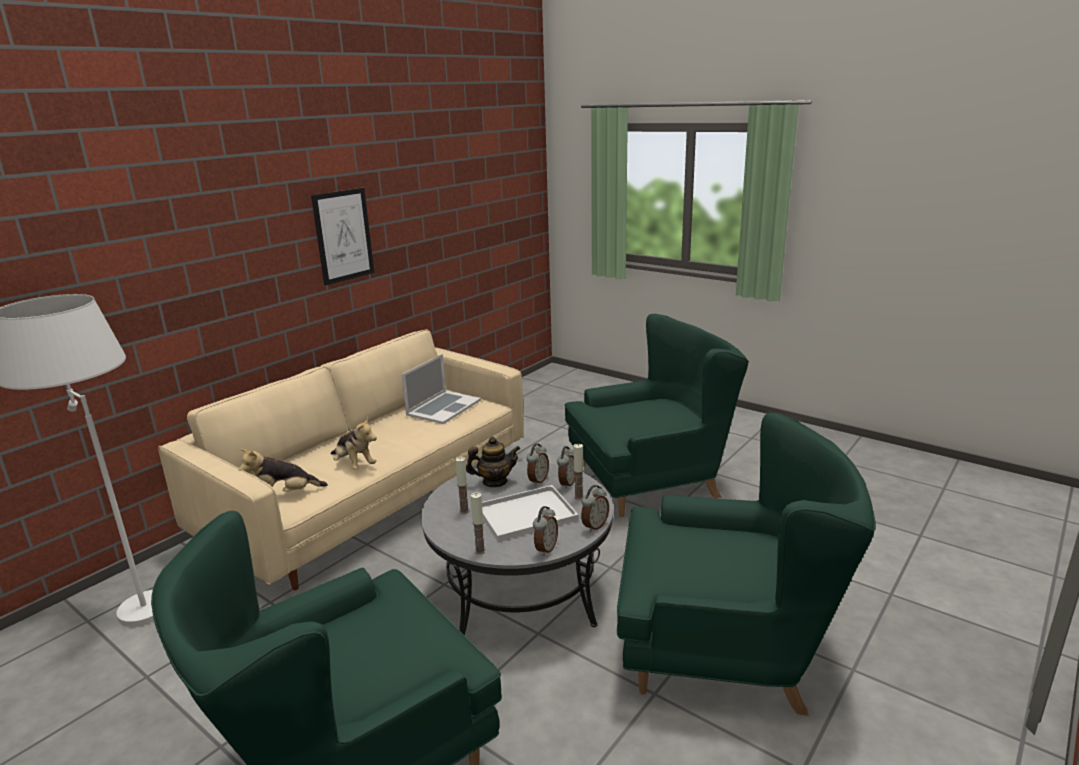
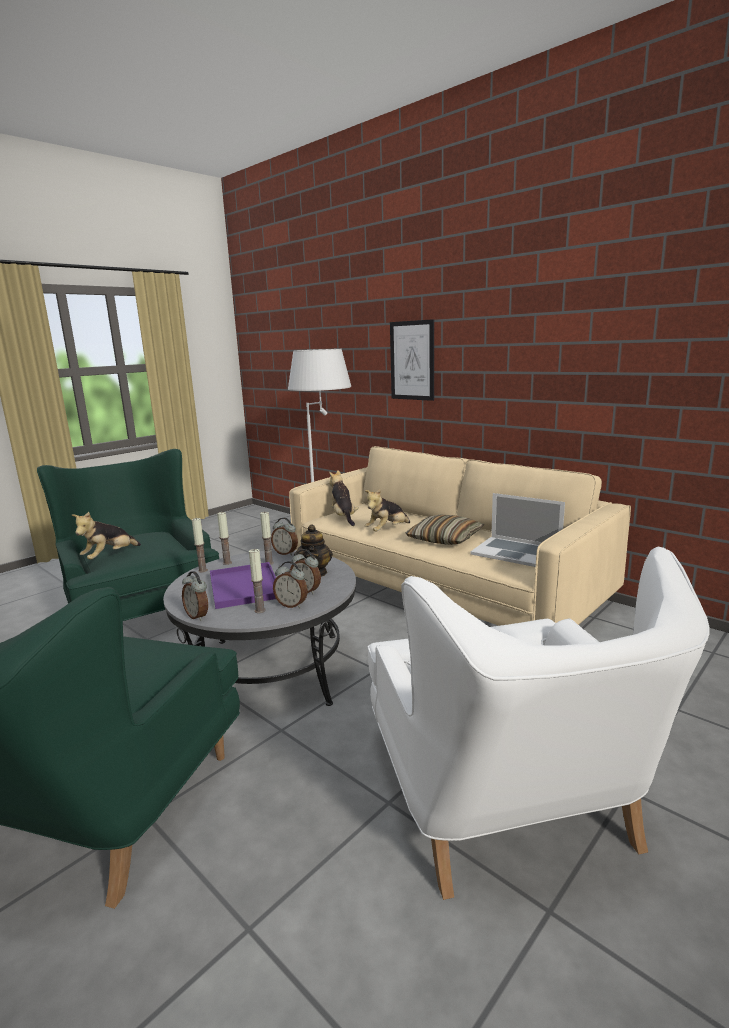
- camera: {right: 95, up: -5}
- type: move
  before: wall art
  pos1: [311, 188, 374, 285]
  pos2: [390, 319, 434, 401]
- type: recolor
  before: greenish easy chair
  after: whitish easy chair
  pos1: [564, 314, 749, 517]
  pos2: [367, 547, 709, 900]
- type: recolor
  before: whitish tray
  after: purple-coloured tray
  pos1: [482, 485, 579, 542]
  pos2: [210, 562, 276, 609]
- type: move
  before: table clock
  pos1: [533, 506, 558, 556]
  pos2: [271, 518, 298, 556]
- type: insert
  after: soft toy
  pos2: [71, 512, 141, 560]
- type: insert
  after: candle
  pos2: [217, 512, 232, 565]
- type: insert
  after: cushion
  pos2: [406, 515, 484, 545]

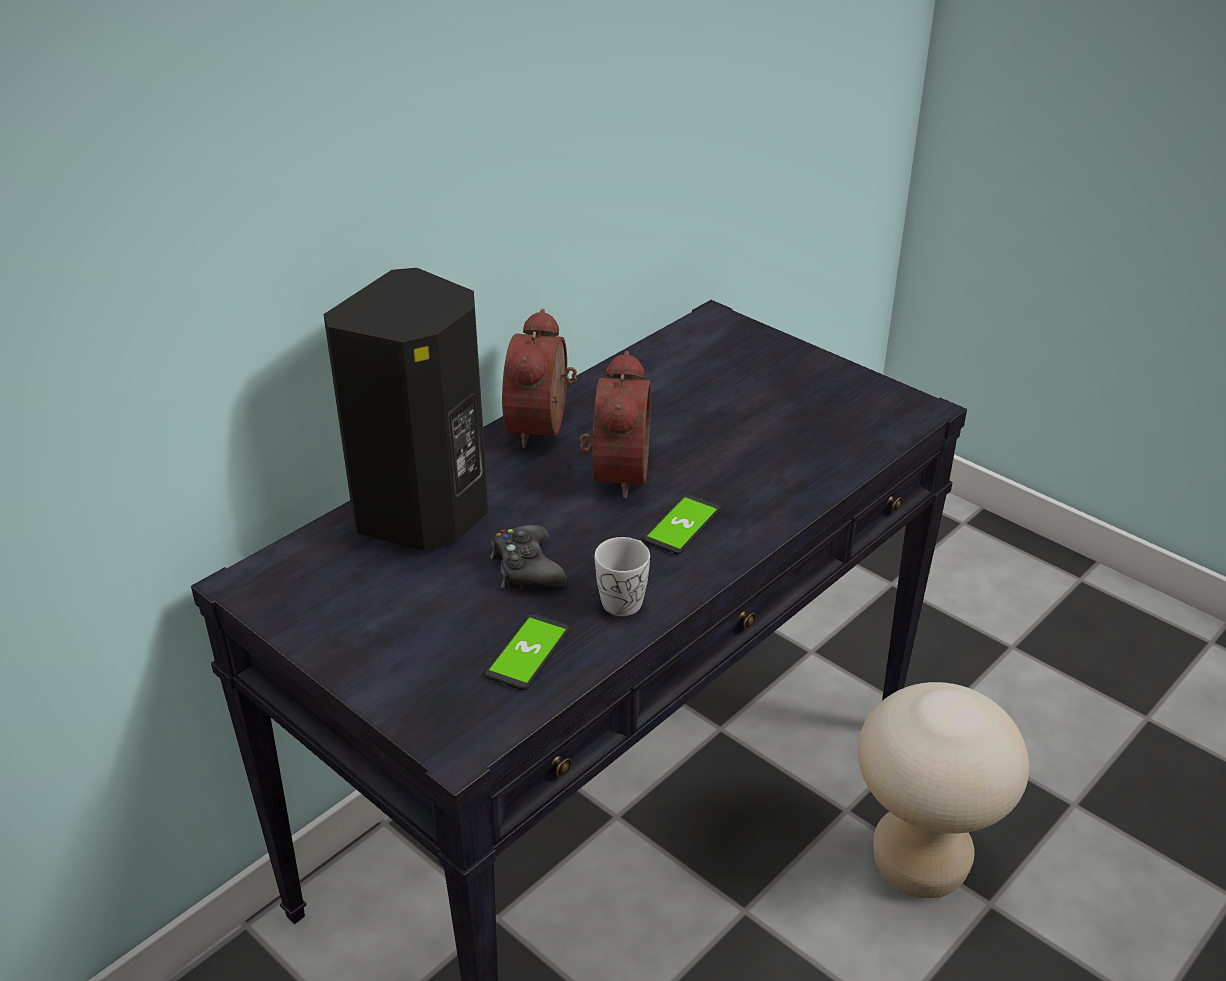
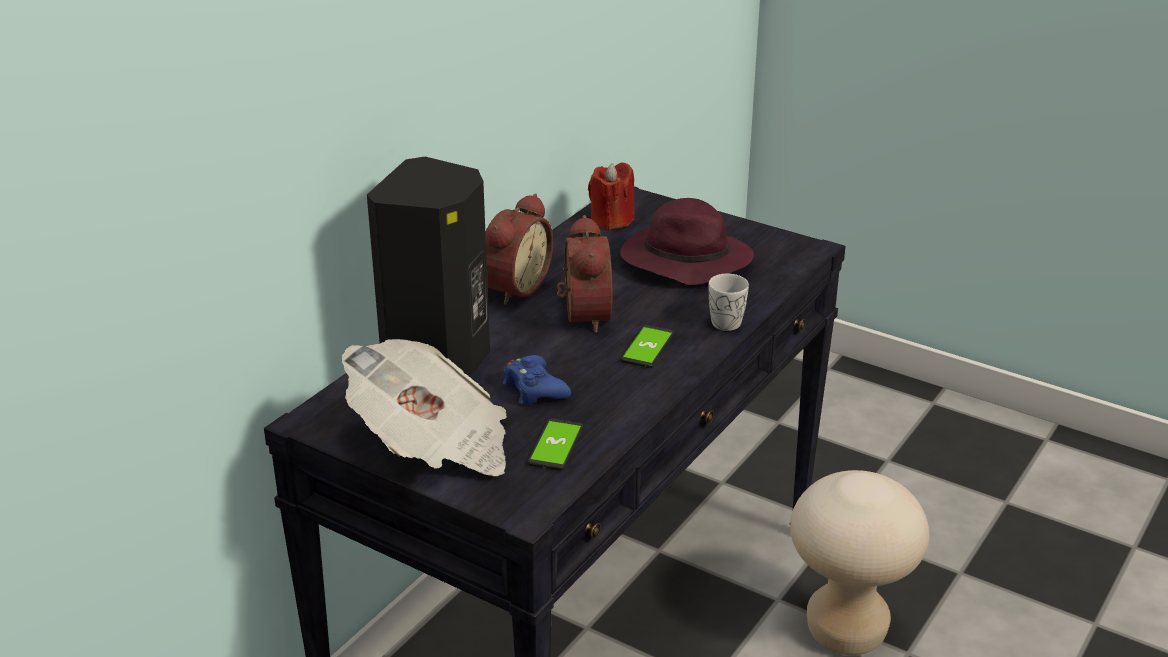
- camera: {right: -10, up: -5}
- type: rotate
  before: table clock
  pos1: [502, 309, 577, 448]
  pos2: [485, 193, 553, 305]
  turn: -150
- type: recolor
  before: black game controller
  after: bluish game controller
  pos1: [490, 525, 567, 590]
  pos2: [503, 355, 571, 405]
- type: move
  before: whitish tea mug
  pos1: [594, 537, 650, 616]
  pos2: [708, 274, 749, 331]
- type: insert
  after: red candle
  pos2: [588, 163, 634, 230]
- type: insert
  after: purple-coloured wearable hat
  pos2: [620, 198, 754, 285]
- type: insert
  after: printed paper
  pos2: [341, 339, 507, 476]

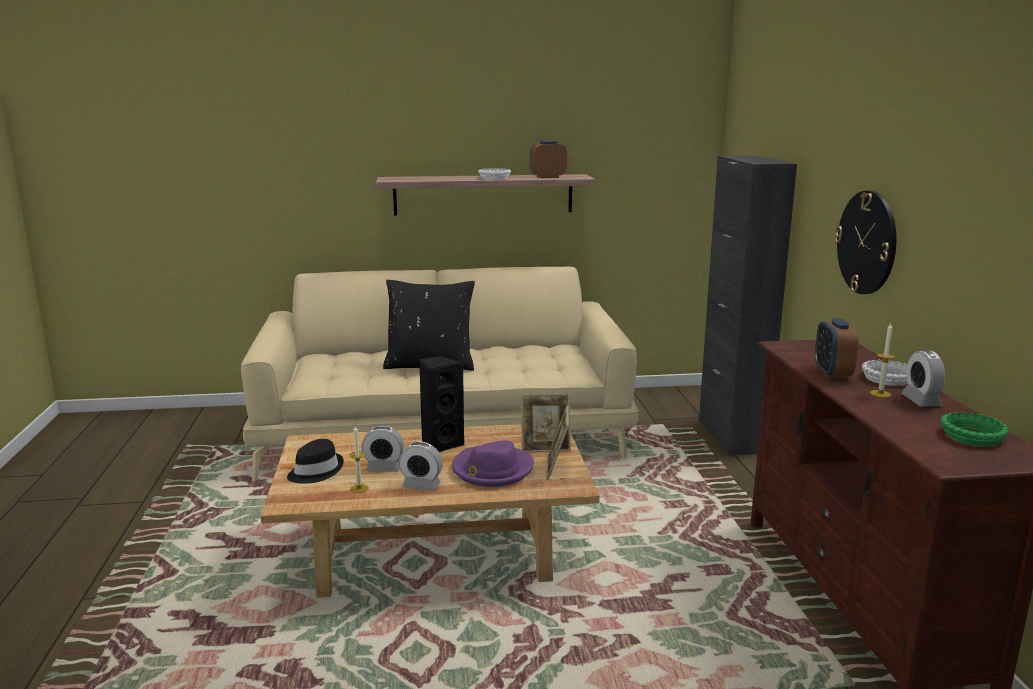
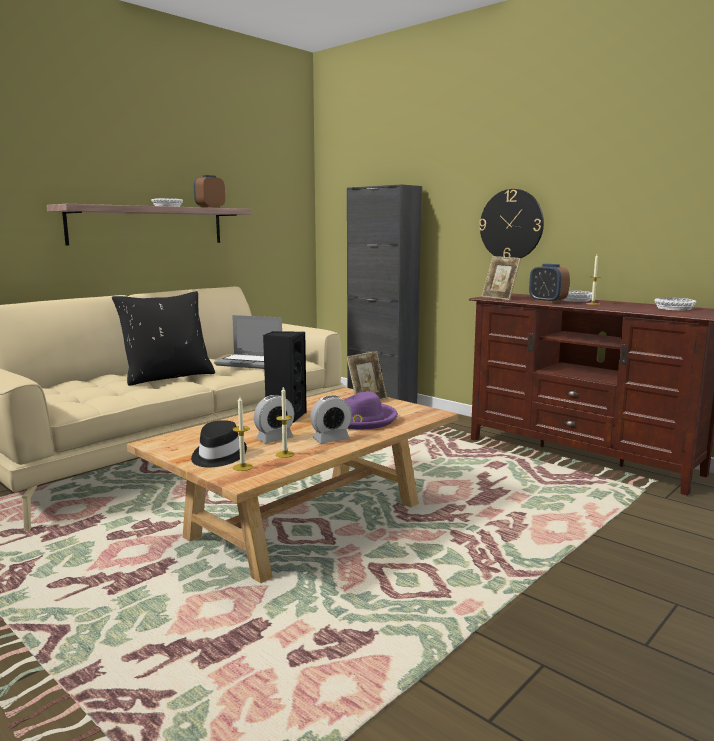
- camera: {right: -40, up: -5}
- type: delete
  before: table clock
  pos1: [901, 350, 945, 406]
- type: move
  before: photo frame
  pos1: [546, 405, 569, 480]
  pos2: [481, 256, 521, 300]
- type: recolor
  before: greenish deep dish
  after: whitish deep dish
  pos1: [940, 412, 1009, 446]
  pos2: [654, 298, 696, 310]
- type: insert
  after: notebook computer
  pos2: [214, 315, 282, 369]
- type: insert
  after: candle
  pos2: [233, 396, 253, 471]

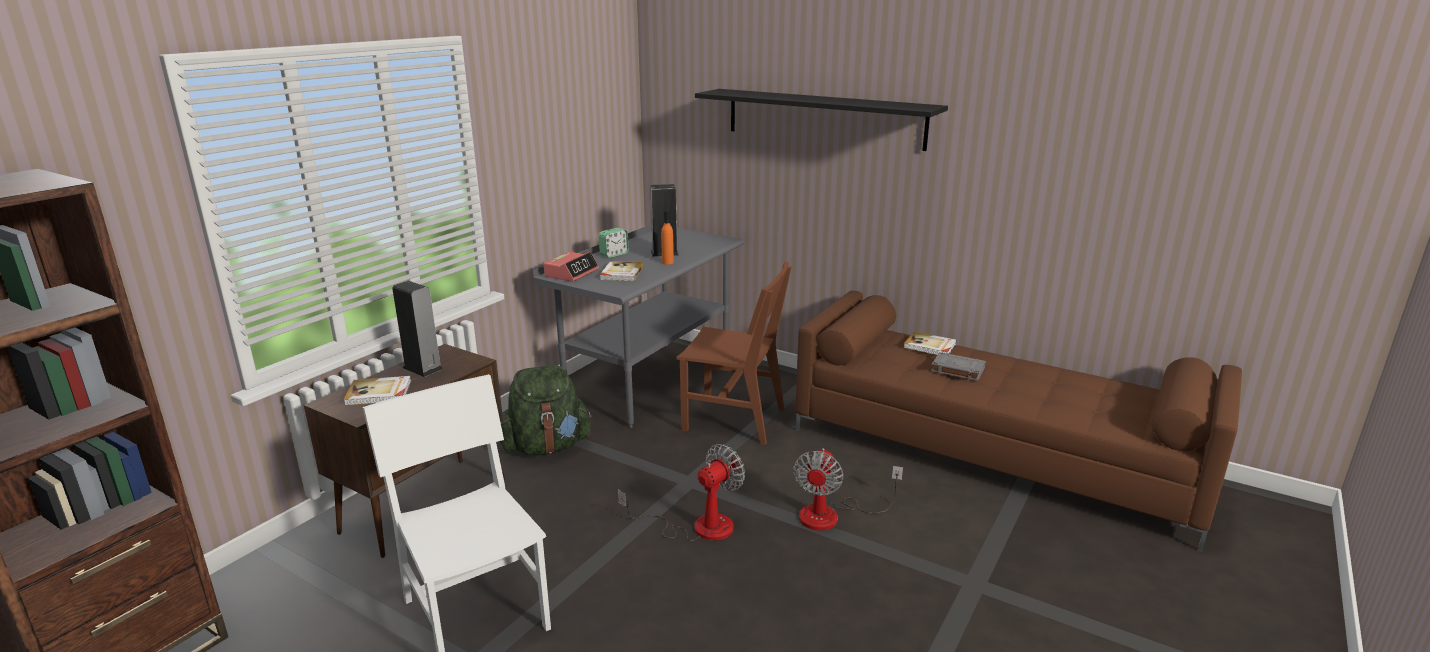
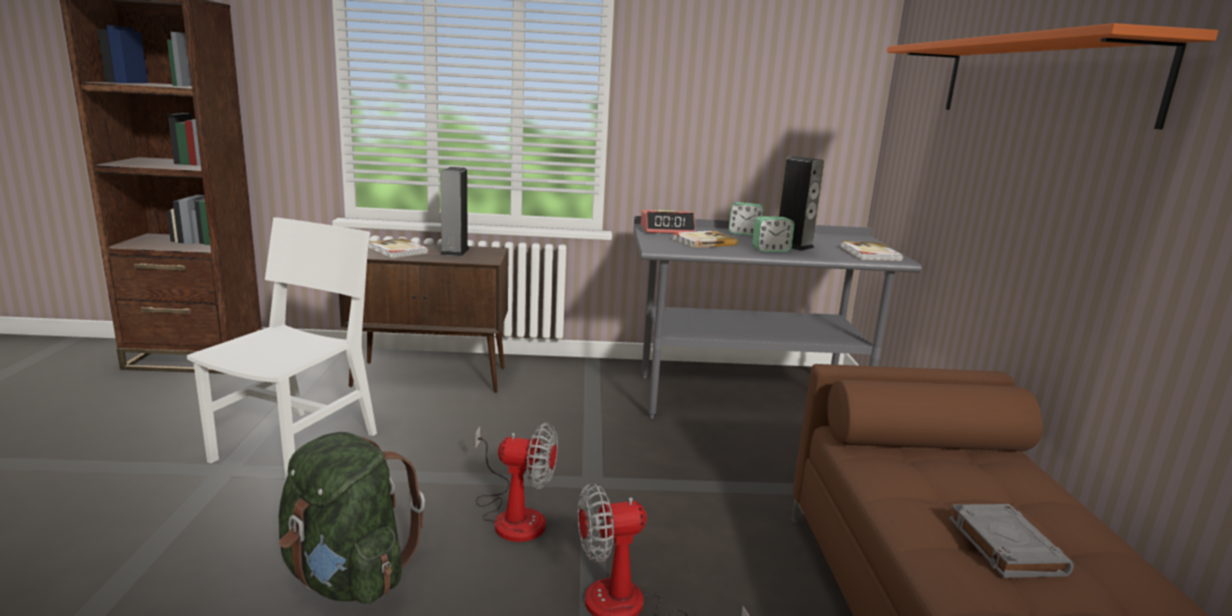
- camera: {right: 55, up: -5}
- type: recolor
  before: black wall shelf
  after: orange-coloured wall shelf
  pos1: [695, 89, 948, 151]
  pos2: [887, 23, 1218, 130]
- type: replace
  before: orange-coloured bottle
  after: table clock
  pos1: [661, 210, 674, 264]
  pos2: [752, 216, 794, 252]
- type: delete
  before: brown-coloured chair
  pos1: [677, 262, 791, 445]
- type: move
  before: bound book
  pos1: [904, 331, 956, 355]
  pos2: [841, 241, 903, 261]
- type: move
  before: greenish knapsack
  pos1: [500, 365, 592, 455]
  pos2: [279, 432, 425, 604]

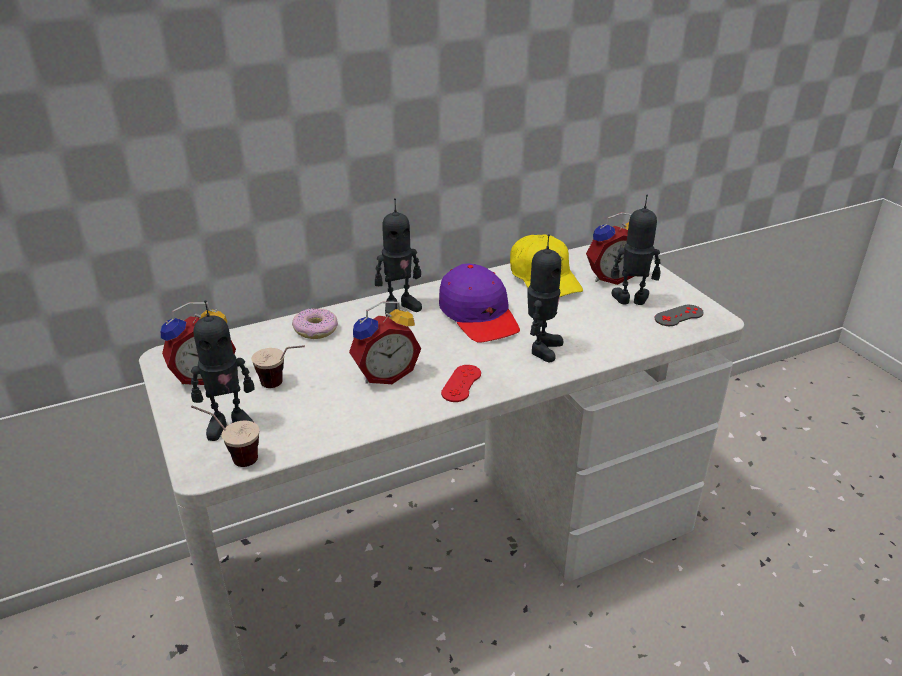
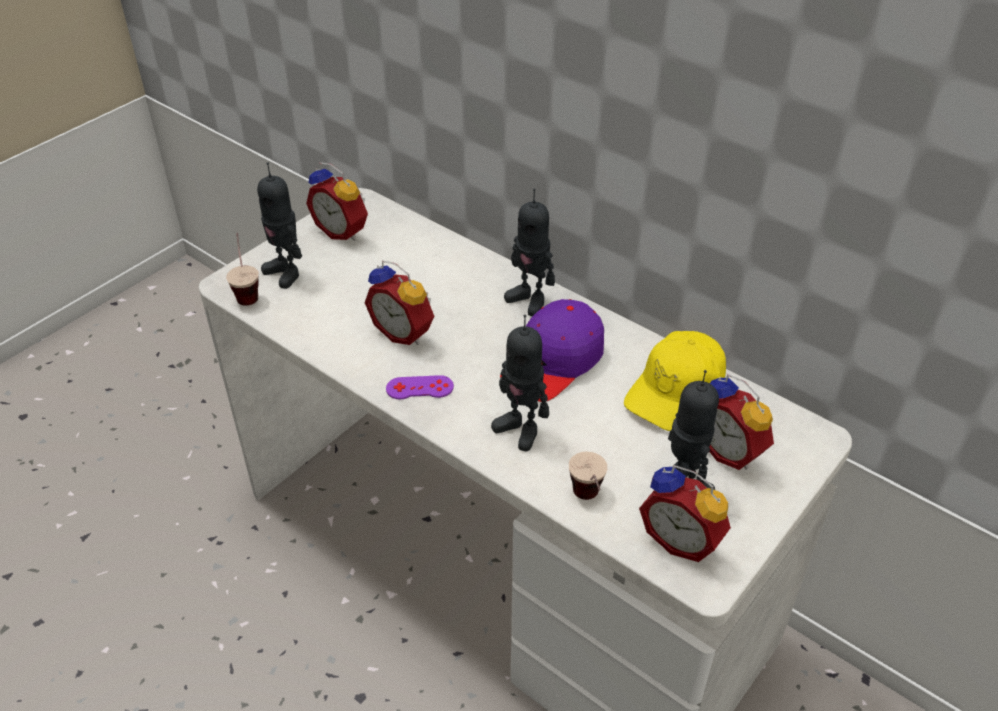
- camera: {right: 65, up: 10}
- type: rotate
  before: model robot
  pos1: [527, 234, 563, 363]
  pos2: [491, 315, 549, 451]
  turn: 45
- type: replace
  before: gray game controller
  after: table clock
  pos1: [654, 305, 704, 326]
  pos2: [639, 465, 731, 562]
- type: delete
  before: doughnut
  pos1: [292, 308, 338, 339]
- type: move
  before: small cup
  pos1: [251, 345, 305, 388]
  pos2: [569, 452, 607, 500]
- type: recolor
  before: red game controller
  after: purple-coloured game controller
  pos1: [441, 365, 481, 402]
  pos2: [386, 375, 454, 399]

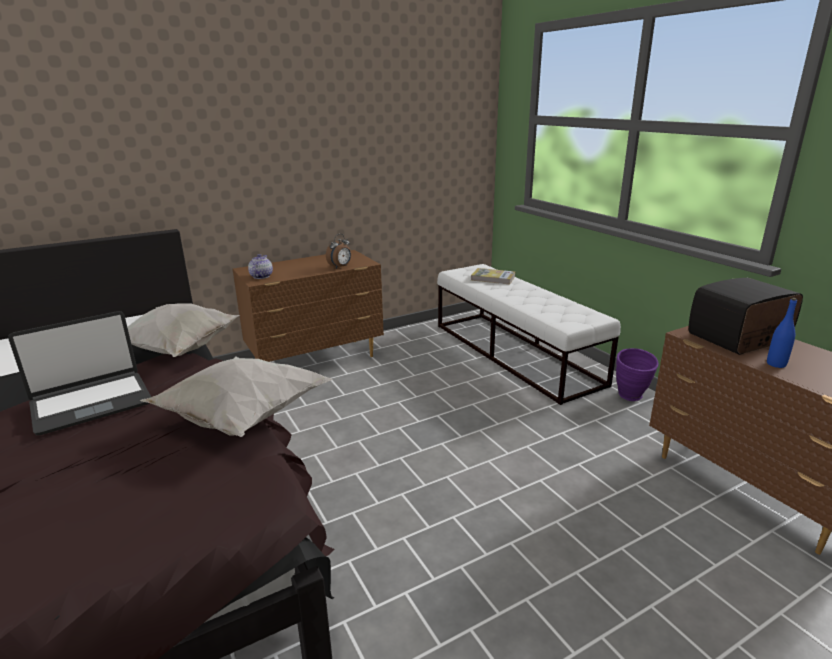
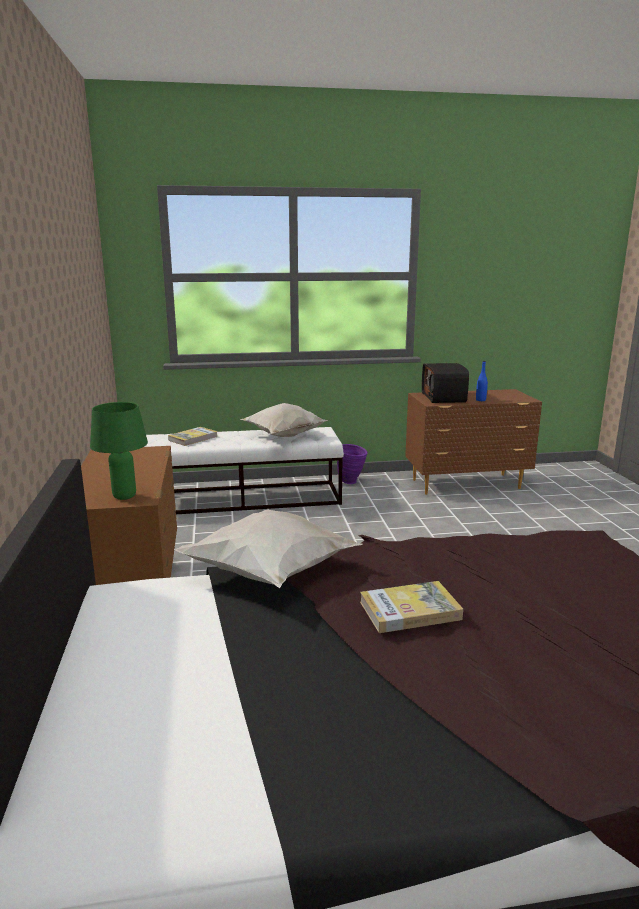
- camera: {right: -70, up: -5}
- type: delete
  before: table clock
  pos1: [326, 234, 351, 269]
- type: replace
  before: pot for tea
  after: greenish tabletop lamp
  pos1: [248, 254, 273, 279]
  pos2: [90, 402, 148, 500]
- type: replace
  before: notebook computer
  after: bound book
  pos1: [8, 311, 151, 435]
  pos2: [360, 581, 463, 633]
- type: move
  before: whitish cushion
  pos1: [140, 357, 332, 437]
  pos2: [239, 403, 328, 437]

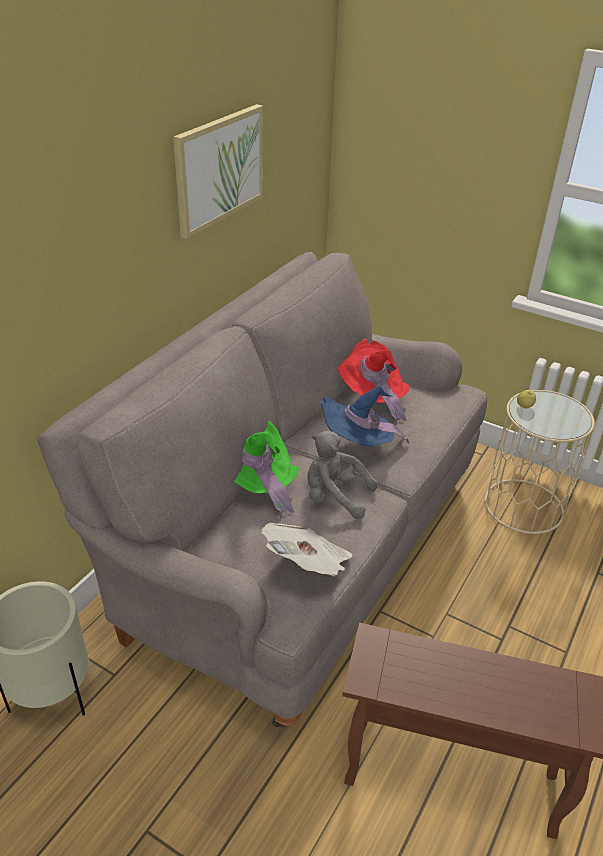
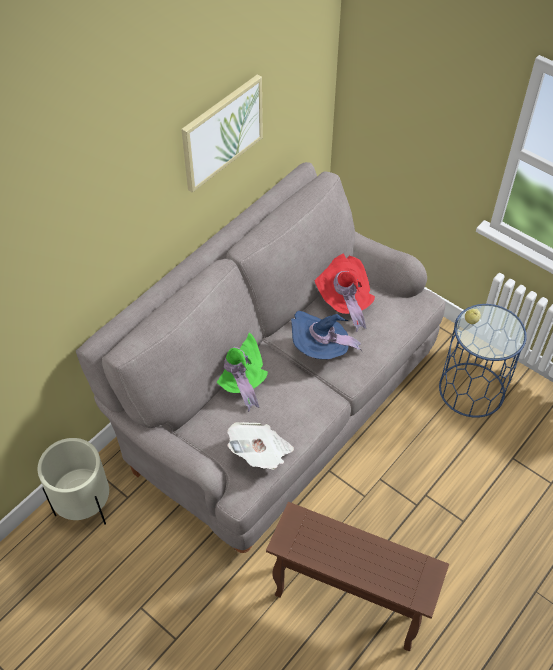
- camera: {right: 10, up: 15}
- type: recolor
  before: beige-coloured accent table
  after: bluish accent table
  pos1: [485, 390, 595, 534]
  pos2: [439, 304, 527, 418]
- type: delete
  before: gray soft toy
  pos1: [307, 431, 377, 519]

